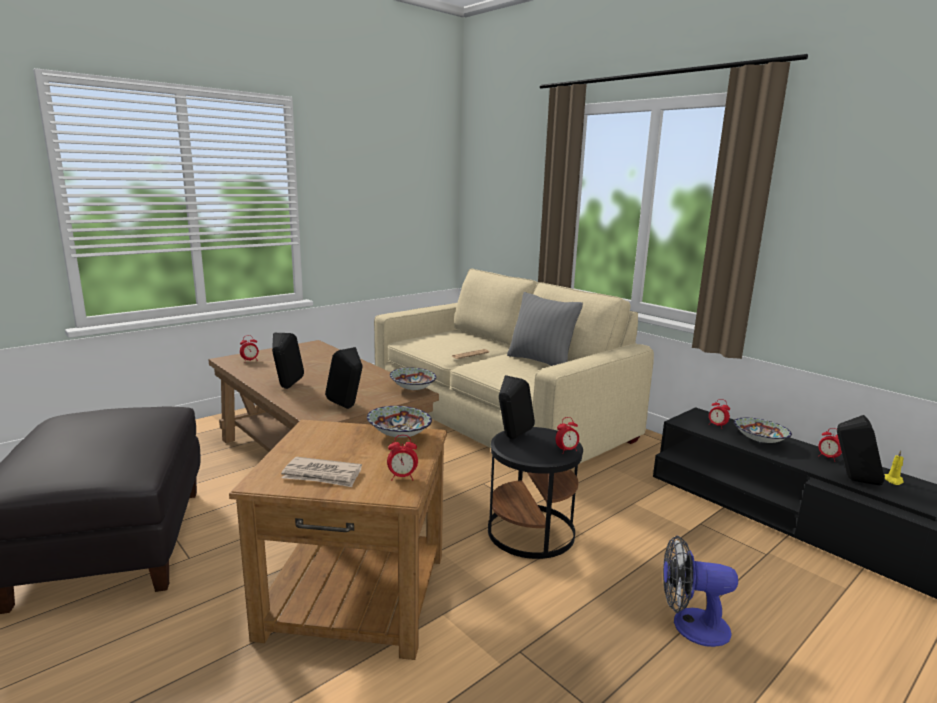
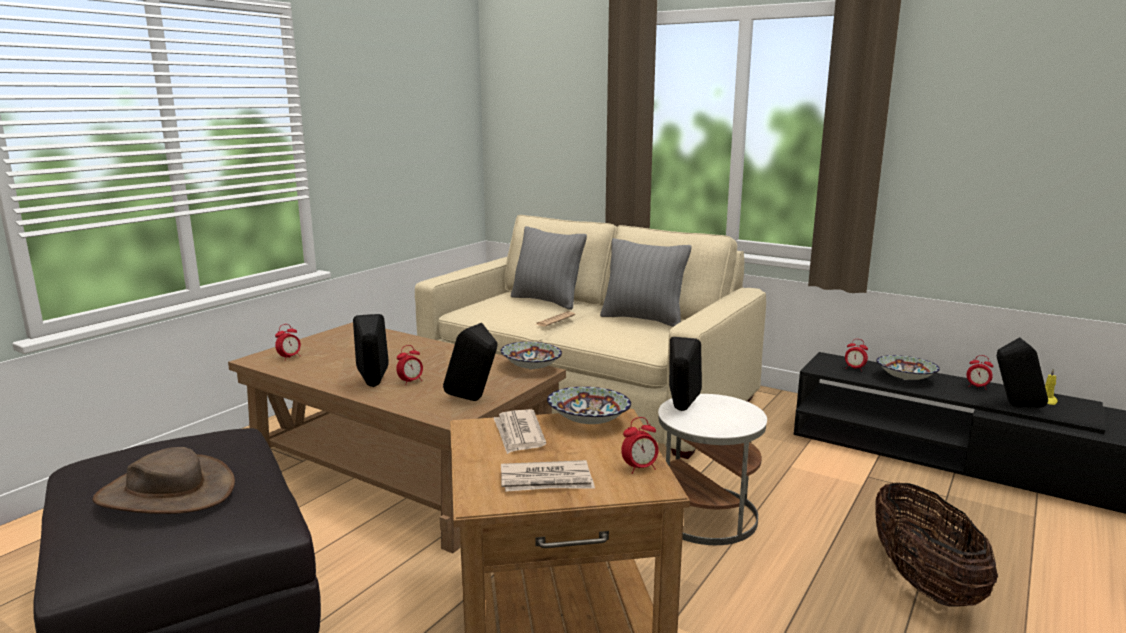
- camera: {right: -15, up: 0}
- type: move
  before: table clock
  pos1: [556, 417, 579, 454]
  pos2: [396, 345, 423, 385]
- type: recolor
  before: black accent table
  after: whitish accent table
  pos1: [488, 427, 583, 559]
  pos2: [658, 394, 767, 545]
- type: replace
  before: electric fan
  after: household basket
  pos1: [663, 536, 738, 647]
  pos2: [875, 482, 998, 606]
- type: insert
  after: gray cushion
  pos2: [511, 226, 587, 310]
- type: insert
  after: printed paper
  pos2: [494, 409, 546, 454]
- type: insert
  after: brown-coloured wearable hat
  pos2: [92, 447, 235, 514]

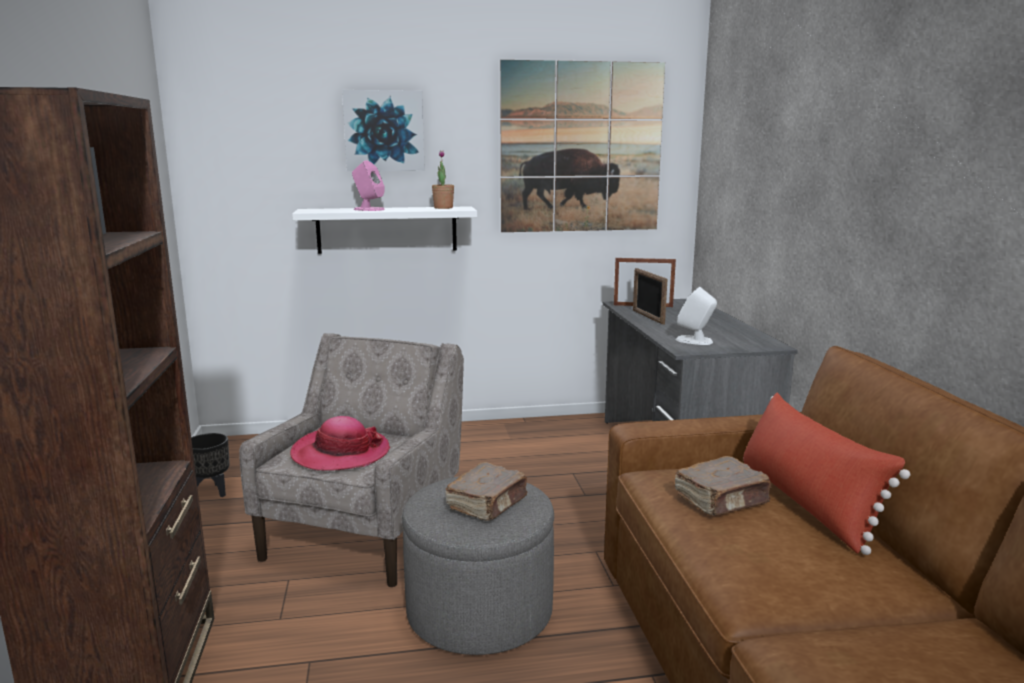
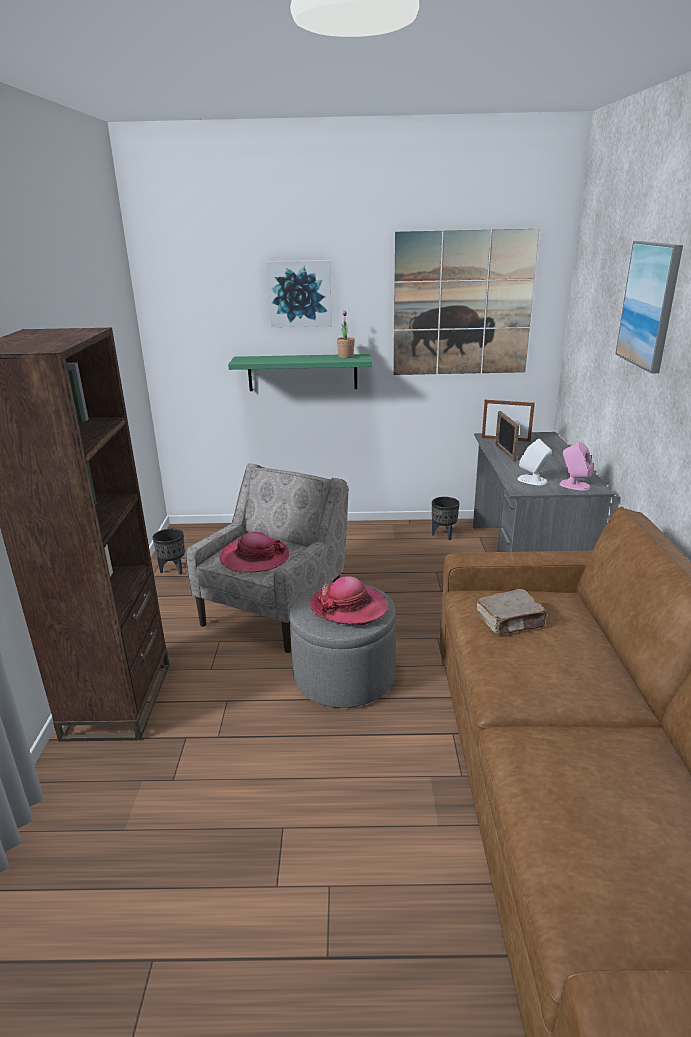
- camera: {right: 10, up: 10}
- type: move
  before: pink-coloured audio speaker
  pos1: [352, 160, 385, 211]
  pos2: [559, 442, 593, 491]
- type: recolor
  before: whitish wall shelf
  after: greenish wall shelf
  pos1: [292, 206, 477, 254]
  pos2: [228, 354, 371, 391]
- type: delete
  before: red cushion
  pos1: [743, 392, 911, 555]
- type: replace
  before: brown-coloured bound book
  after: wearable hat
  pos1: [445, 462, 528, 521]
  pos2: [310, 576, 388, 625]
- type: insert
  after: wall art
  pos2: [615, 241, 683, 373]
- type: insert
  after: black planter
  pos2: [432, 497, 459, 540]

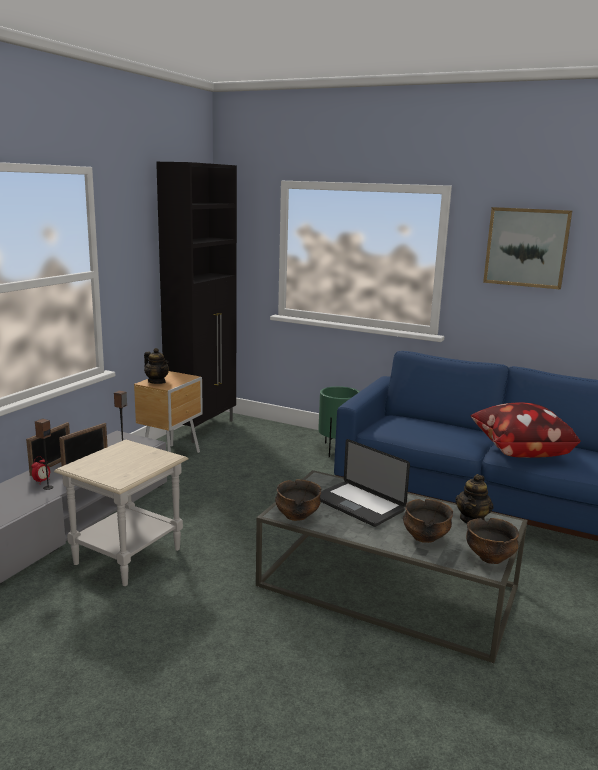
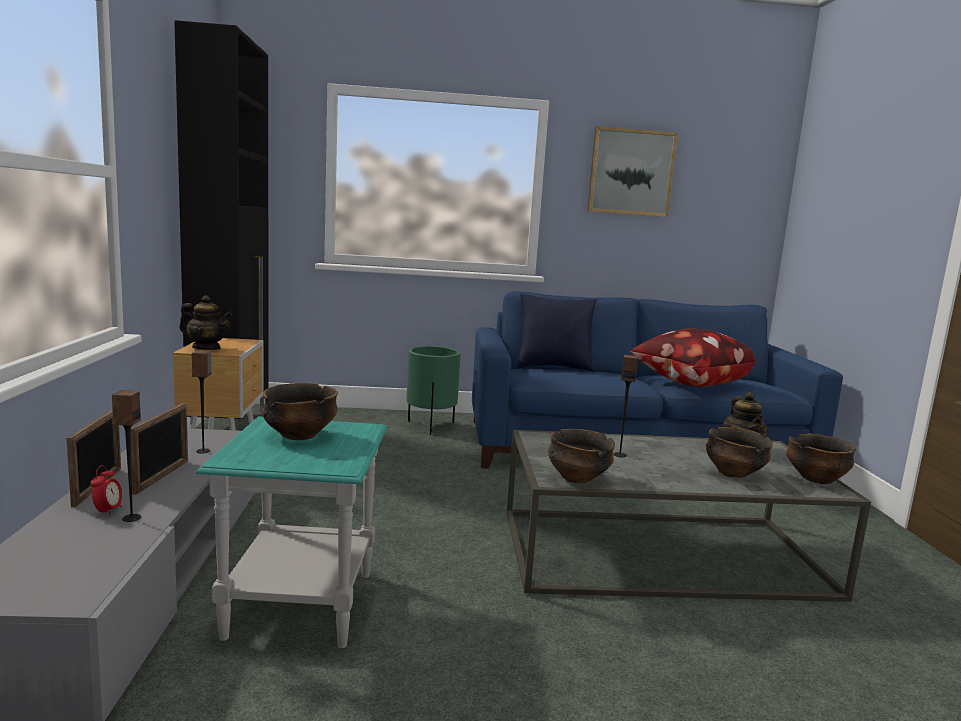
- camera: {right: -30, up: -5}
- type: replace
  before: notebook computer
  after: audio speaker
  pos1: [320, 439, 410, 527]
  pos2: [613, 355, 638, 457]
- type: recolor
  before: beige-coloured accent table
  after: turquoise accent table
  pos1: [54, 440, 189, 586]
  pos2: [196, 416, 387, 648]
- type: insert
  after: bluish cushion
  pos2: [517, 293, 597, 372]
- type: insert
  after: deep dish
  pos2: [262, 383, 338, 440]

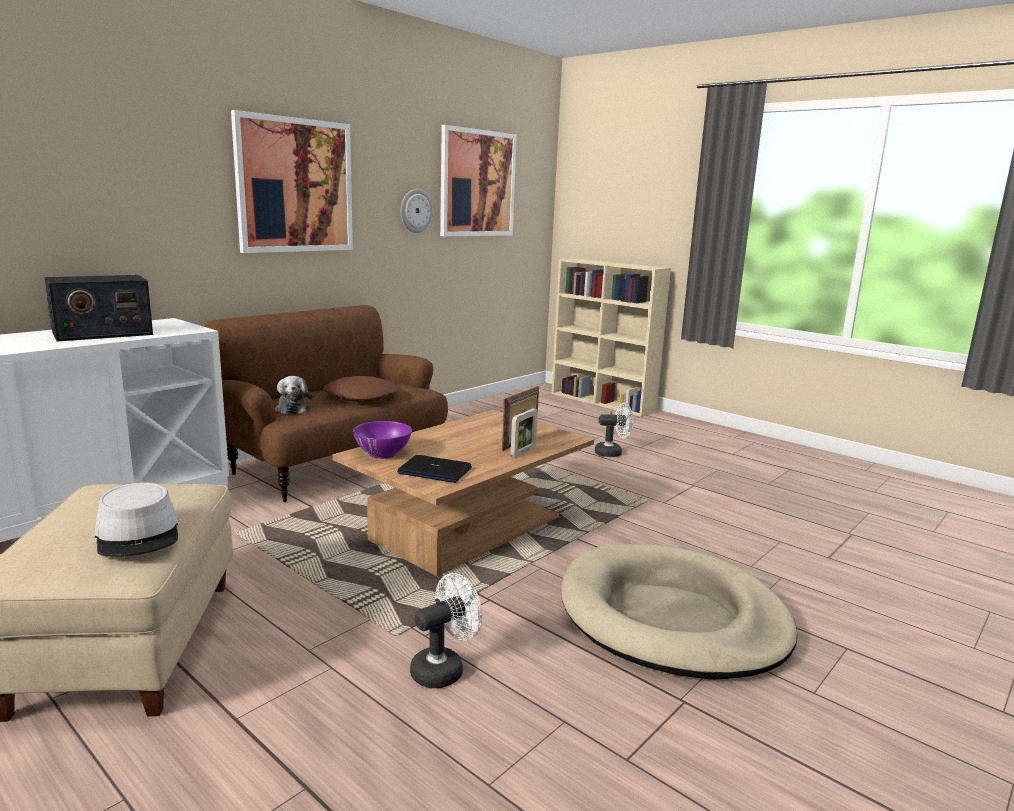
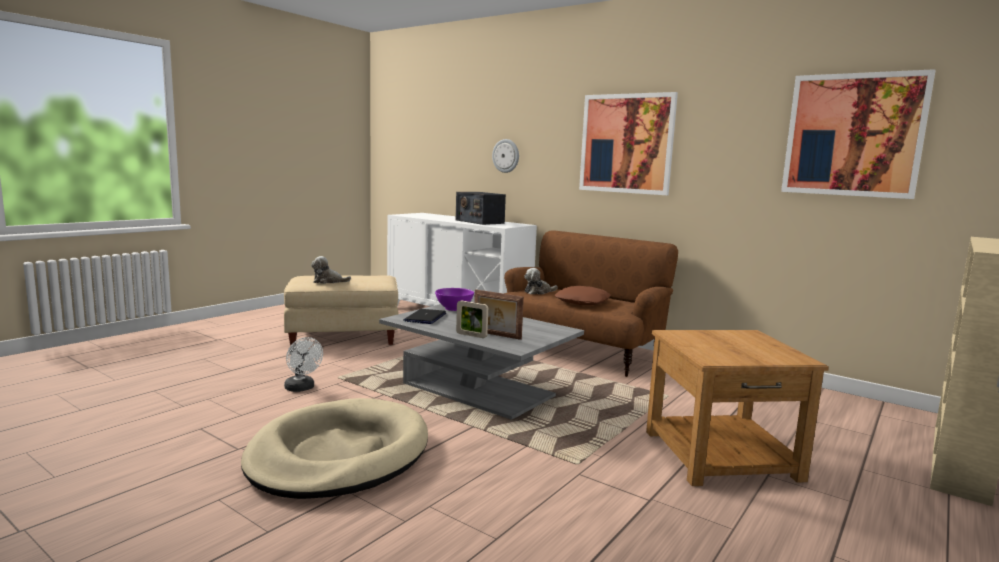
- camera: {right: 85, up: -5}
- type: move
  before: hanging clock
  pos1: [401, 189, 433, 233]
  pos2: [492, 139, 519, 173]
- type: replace
  before: whitish electric fan
  after: brown-coloured accent table
  pos1: [595, 403, 633, 457]
  pos2: [646, 330, 829, 486]
- type: recolor
  before: brown-coloured coffee table
  after: gray coffee table
  pos1: [332, 410, 594, 576]
  pos2: [379, 304, 584, 420]
- type: replace
  before: gray wearable hat
  after: soft toy
  pos1: [94, 482, 180, 557]
  pos2: [311, 256, 351, 284]

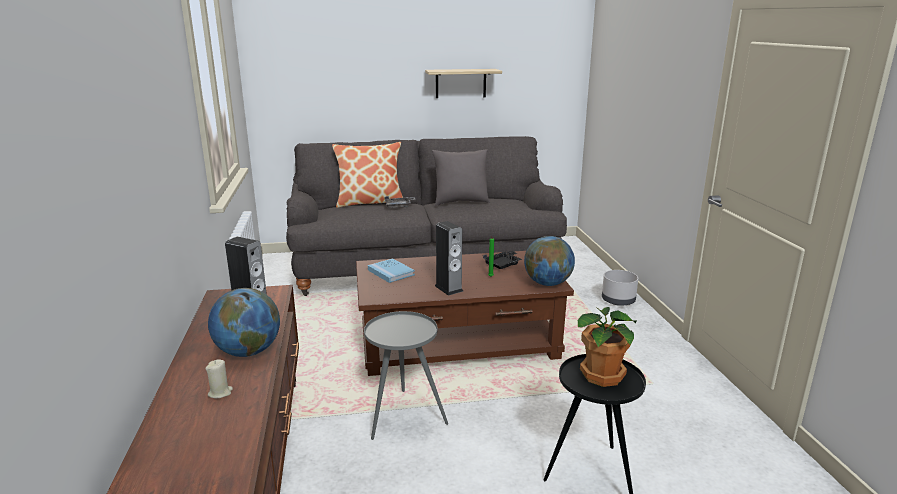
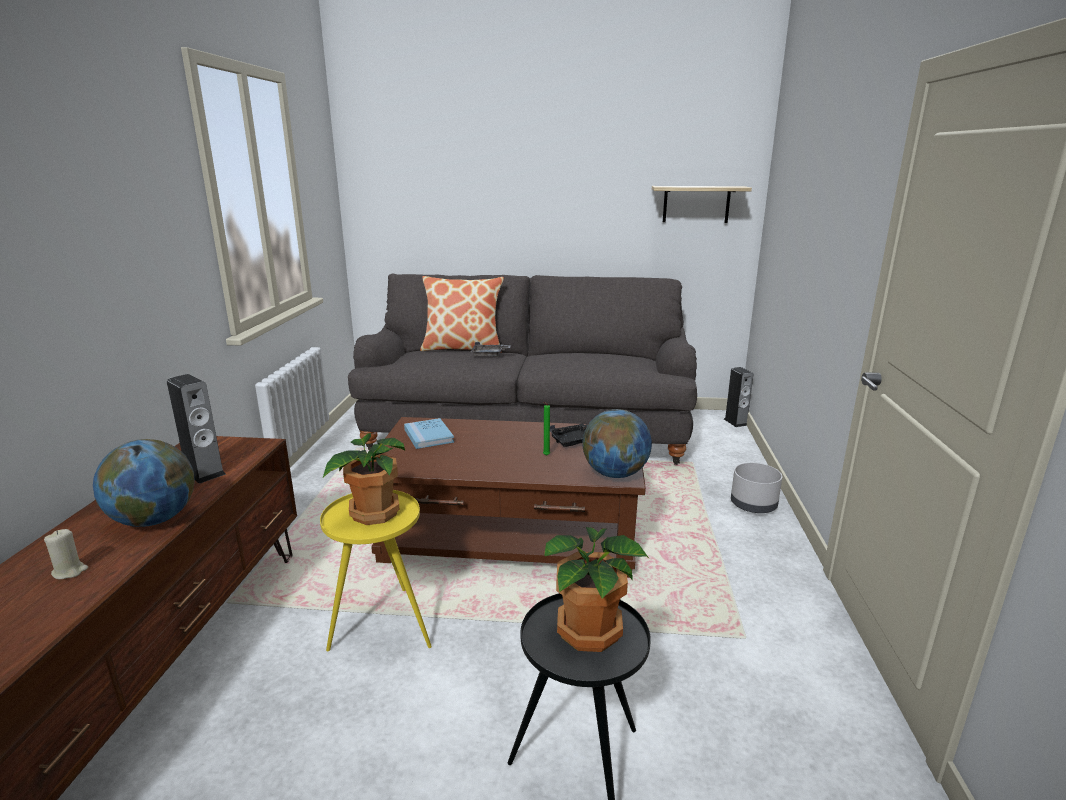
- camera: {right: 15, up: 0}
- type: move
  before: wall shelf
  pos1: [425, 69, 502, 98]
  pos2: [652, 186, 752, 223]
- type: delete
  before: gray cushion
  pos1: [432, 149, 490, 206]
- type: move
  before: audio speaker
  pos1: [435, 221, 463, 296]
  pos2: [724, 367, 754, 427]
- type: recolor
  before: gray accent table
  after: yellow-coloured accent table
  pos1: [364, 311, 448, 440]
  pos2: [320, 490, 432, 652]
- type: insert
  after: plant in a pot
  pos2: [323, 433, 405, 525]

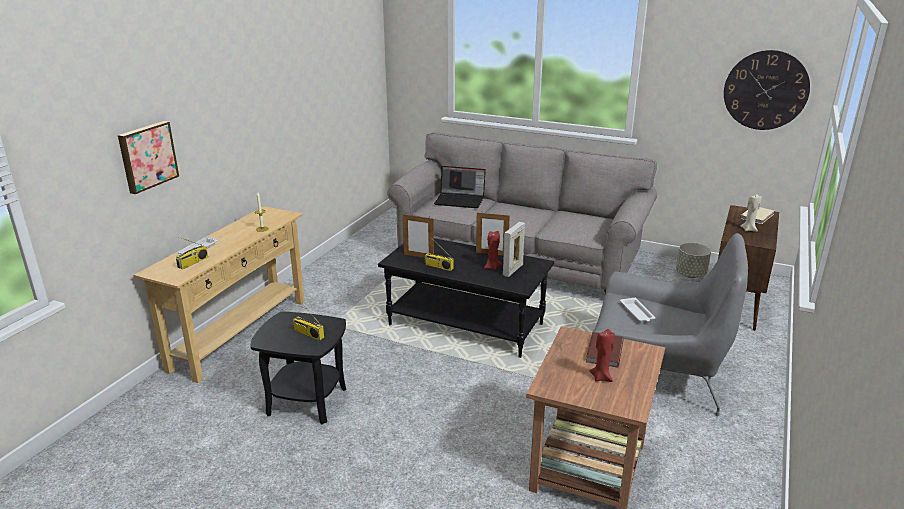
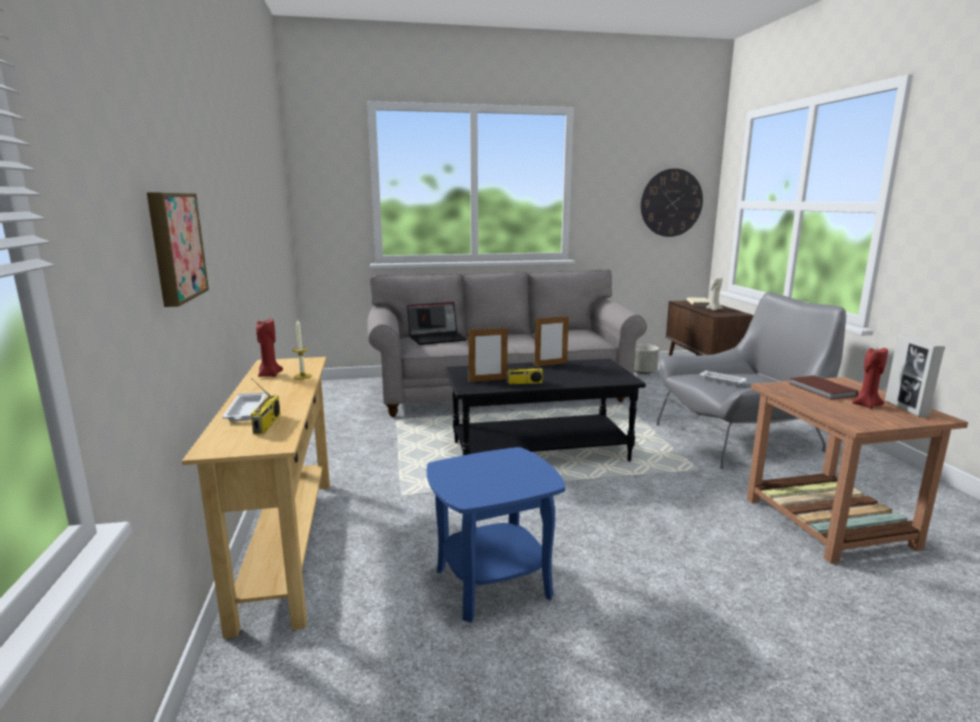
- camera: {right: -35, up: -10}
- type: move
  before: photo frame
  pos1: [503, 222, 525, 277]
  pos2: [885, 334, 945, 418]
- type: move
  before: red candle
  pos1: [484, 231, 502, 270]
  pos2: [256, 318, 283, 377]
- type: delete
  before: radio
  pos1: [293, 300, 324, 341]
- type: recolor
  before: black accent table
  after: bluish accent table
  pos1: [251, 312, 346, 425]
  pos2: [427, 447, 565, 623]

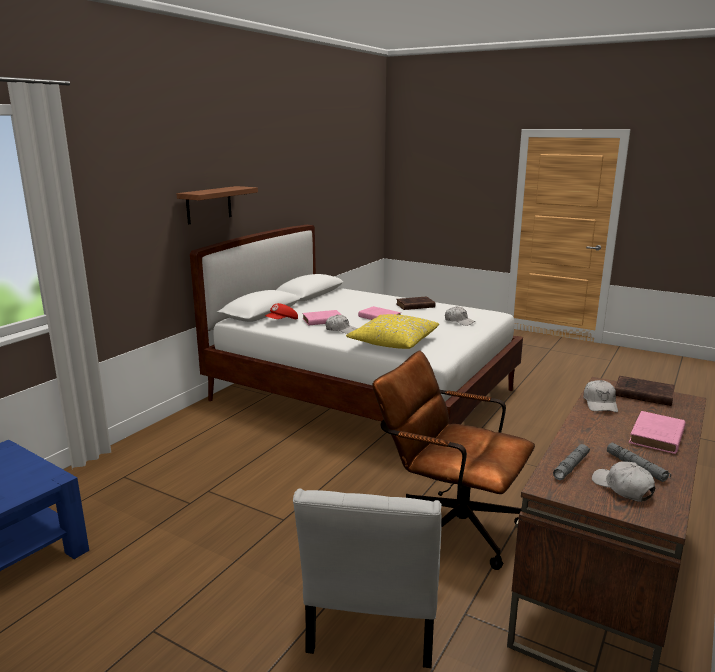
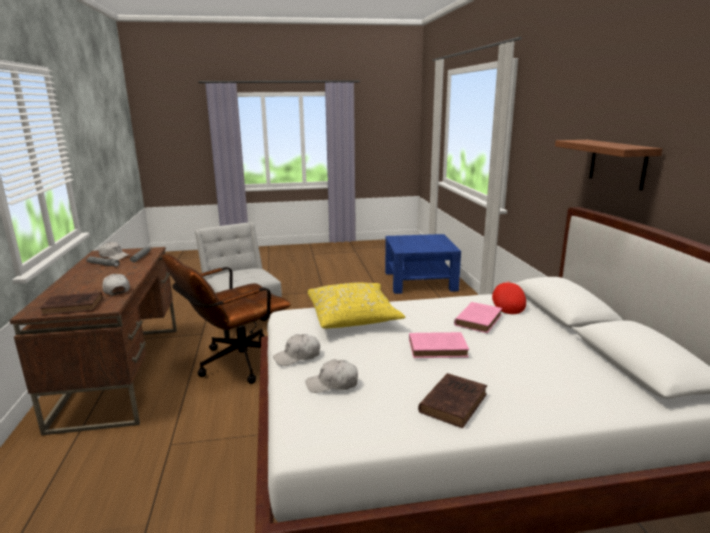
- camera: {right: 140, up: 0}
- type: move
  before: whitish baseball cap
  pos1: [326, 315, 358, 334]
  pos2: [273, 334, 320, 366]
- type: rotate
  before: brown-coloured computer chair
  pos1: [373, 351, 535, 570]
  pos2: [162, 254, 291, 384]
  turn: 150
- type: delete
  before: pink-coloured bound book
  pos1: [629, 411, 686, 454]

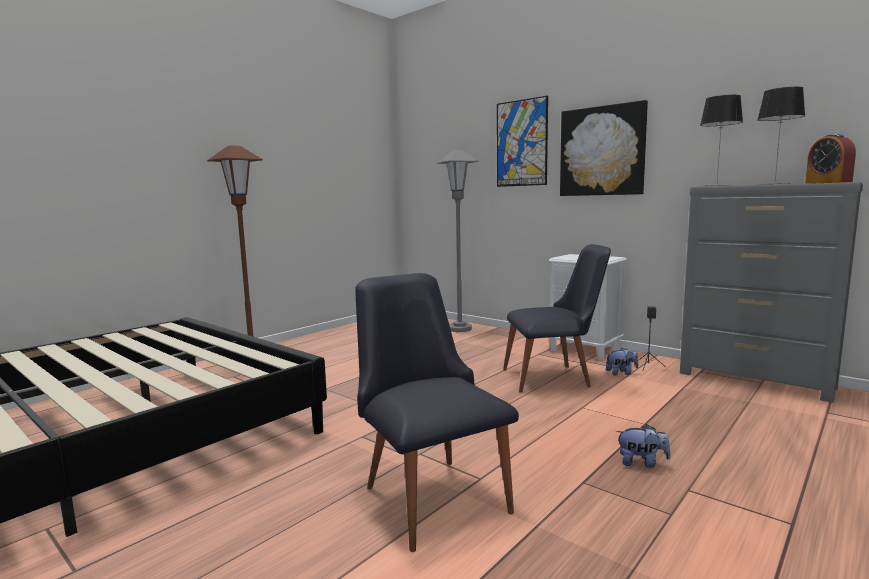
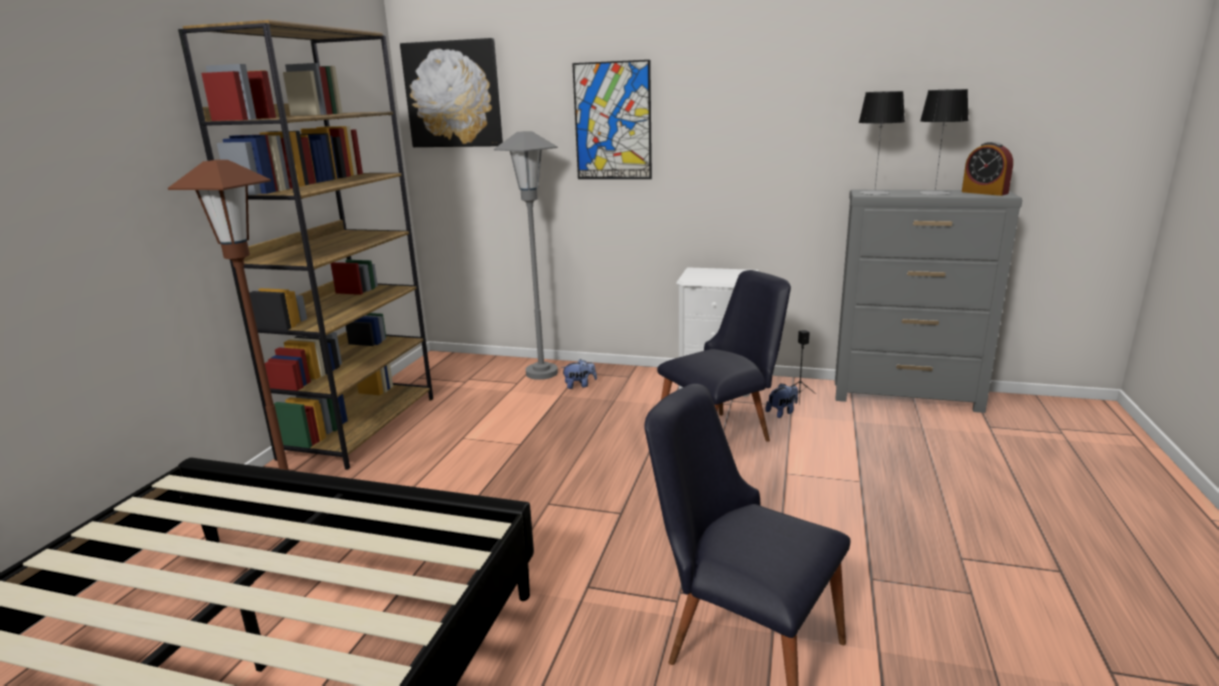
- camera: {right: -25, up: 10}
- type: move
  before: wall art
  pos1: [560, 100, 648, 196]
  pos2: [400, 38, 503, 147]
- type: move
  before: soft toy
  pos1: [616, 424, 671, 468]
  pos2: [561, 359, 597, 389]
- type: insert
  after: brown-coloured bookcase
  pos2: [178, 20, 433, 470]

